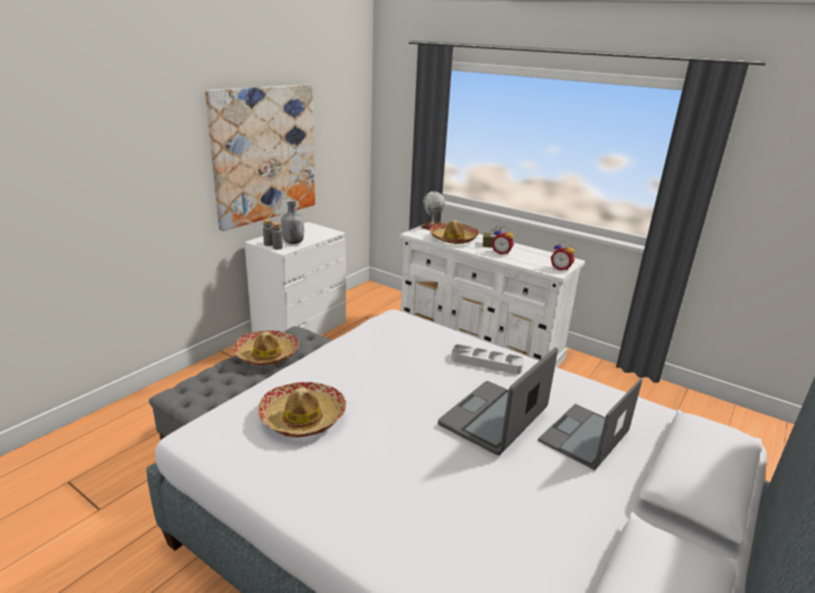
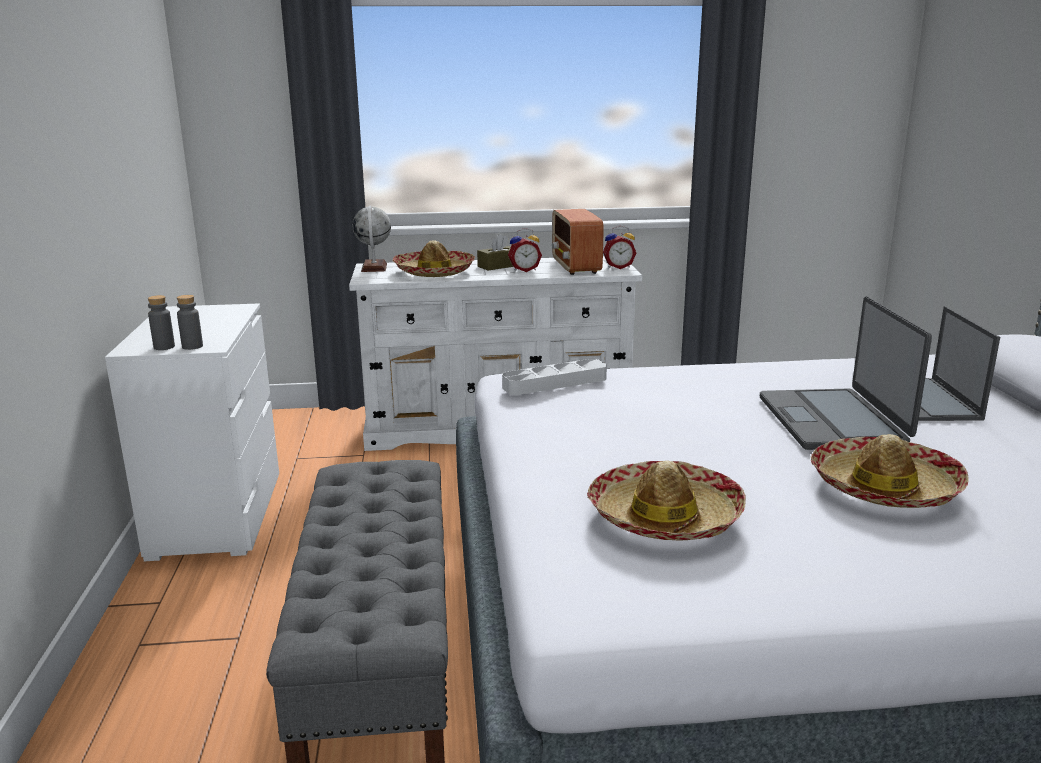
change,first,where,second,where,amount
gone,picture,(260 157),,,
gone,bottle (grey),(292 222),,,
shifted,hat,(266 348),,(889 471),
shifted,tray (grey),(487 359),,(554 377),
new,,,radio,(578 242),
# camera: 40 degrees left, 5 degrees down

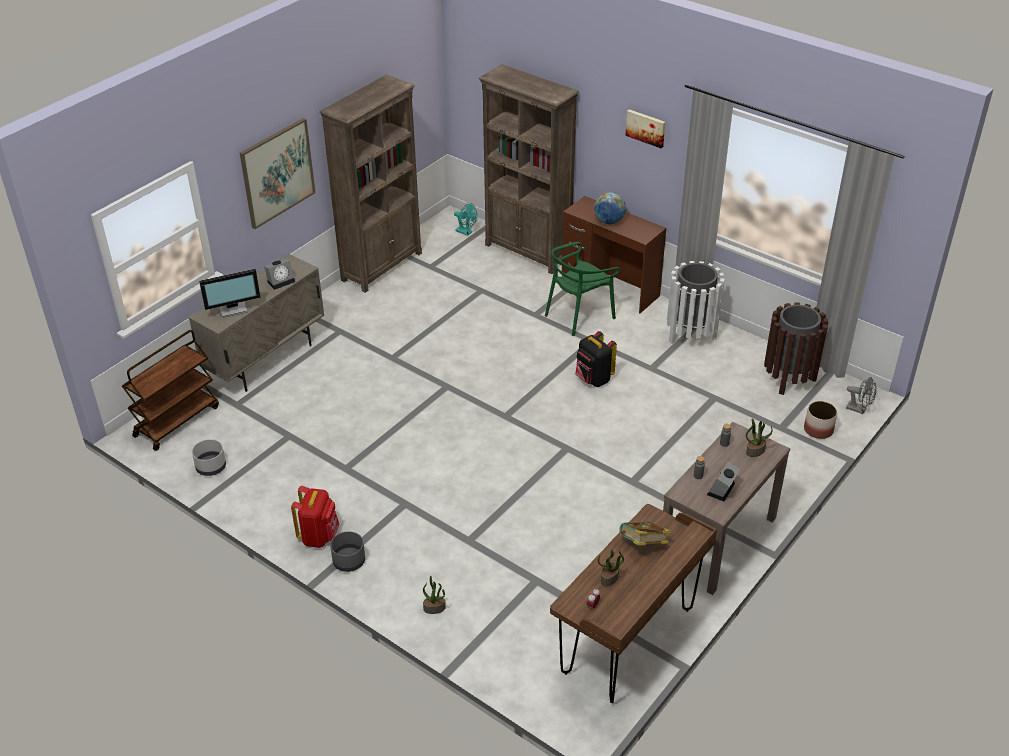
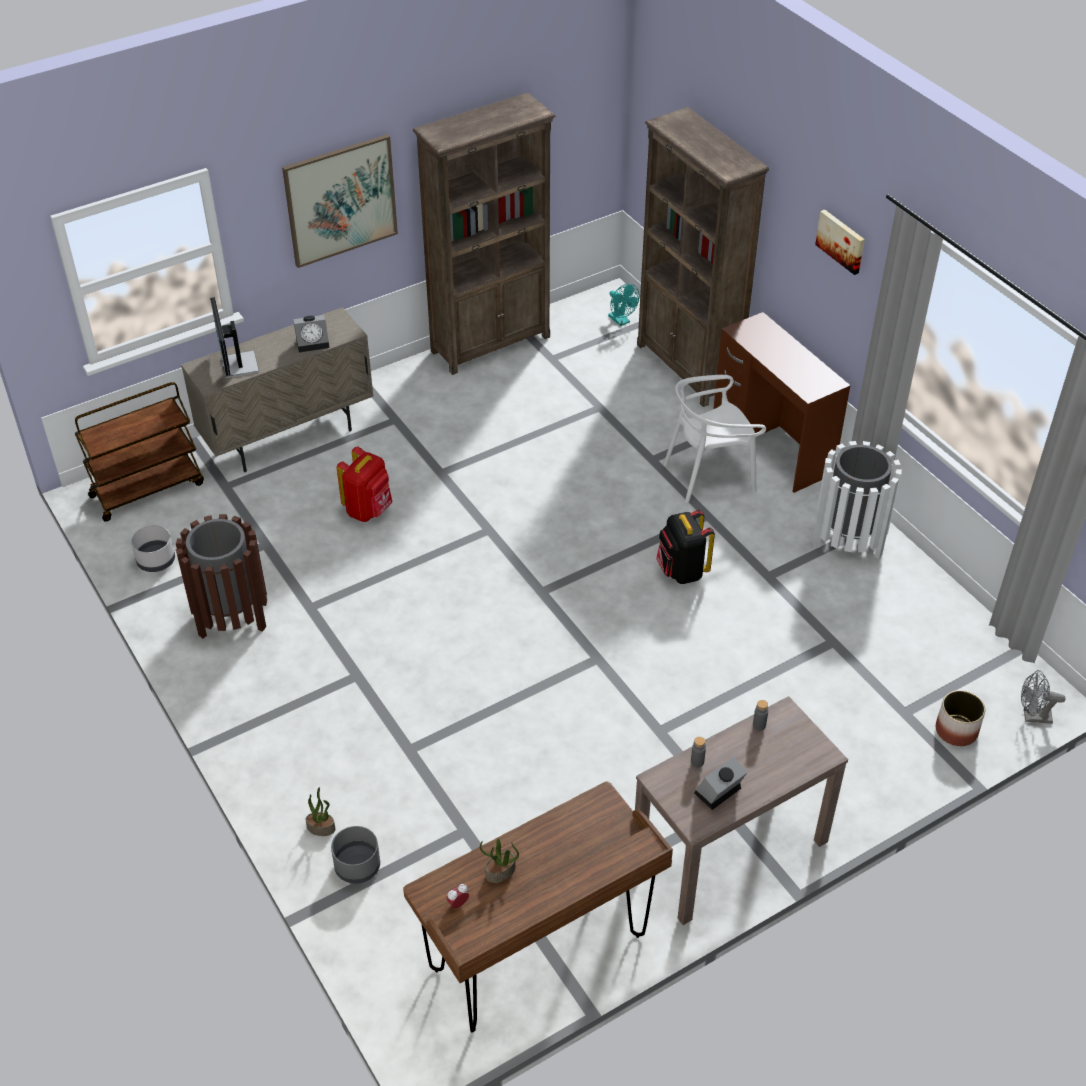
change,first,where,second,where,amount
gone,globe,(610 208),,,
repainted,chair (green),(582 289),chair (white),(714 439),
rotated,monitor,(230 293),,(234 337),75 degrees clockwise
shifted,trash can (brown),(796 349),,(221 576),
rotated,fan (grey),(861 395),,(1043 697),135 degrees clockwise
gone,potted plant,(759 437),,,
shifted,backpack (red),(315 517),,(365 484),
gone,book,(645 533),,,
shifted,planter (grey),(347 551),,(355 855),
# camera: 20 degrees right, 5 degrees up

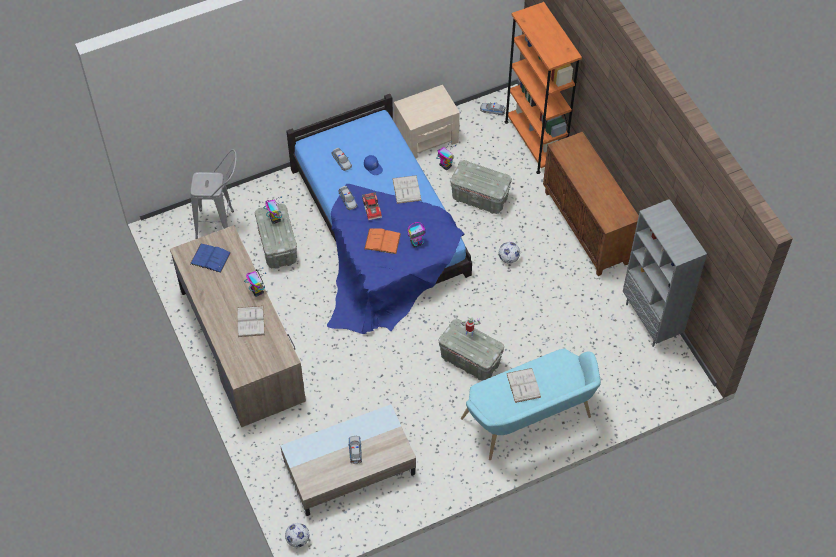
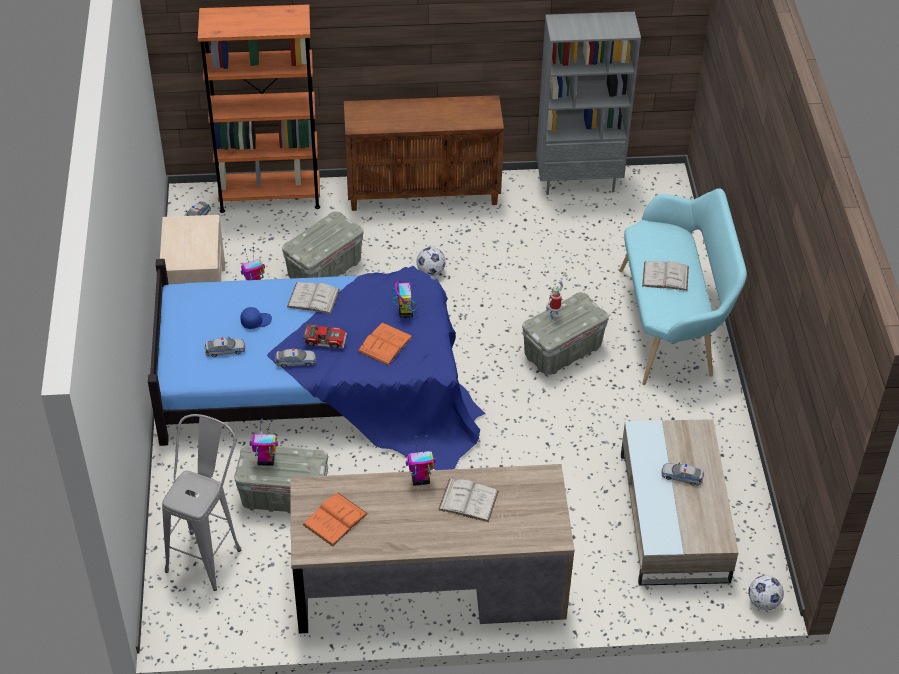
change,first,where,second,where,amount
repainted,book (blue),(210 258),book (orange),(335 520),
# camera: 70 degrees left, 10 degrees down

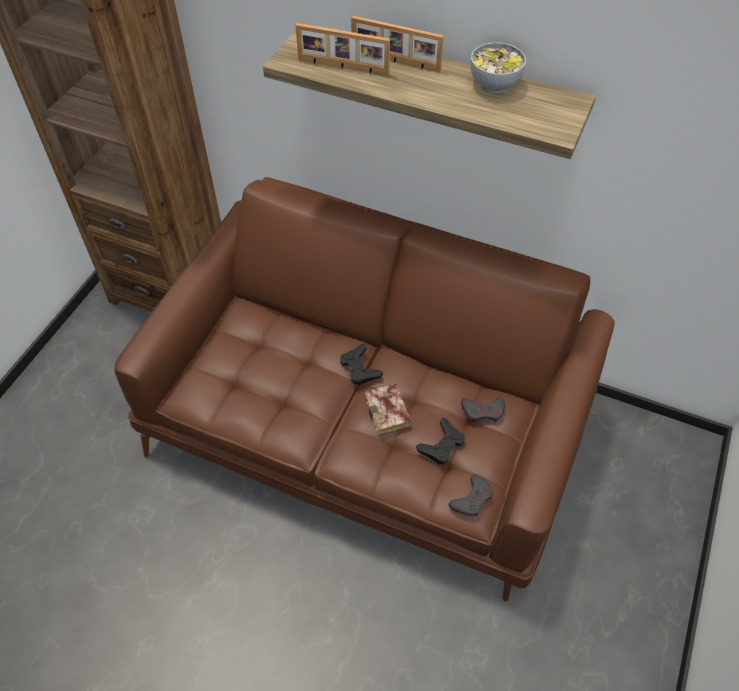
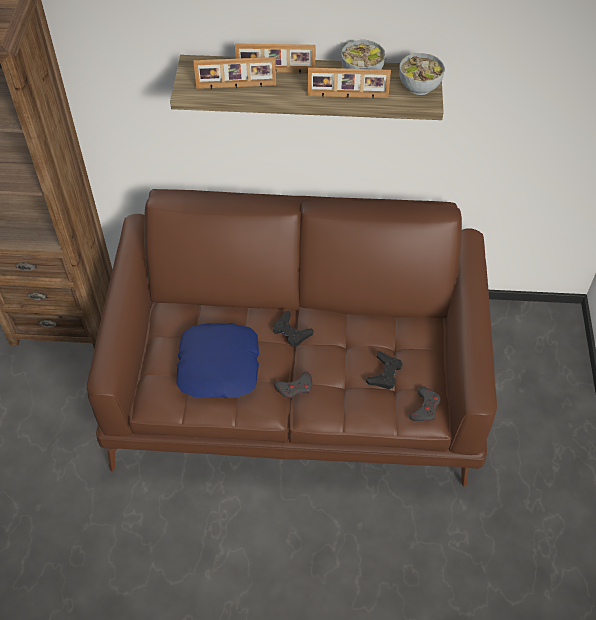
change,first,where,second,where,amount
gone,book,(388 409),,,
shifted,game controller (grey),(483 409),,(293 386),
new,,,bowl,(422 74),
new,,,picture frame,(349 83),
new,,,pillow (blue),(217 360),
# camera: 20 degrees left, 0 degrees up

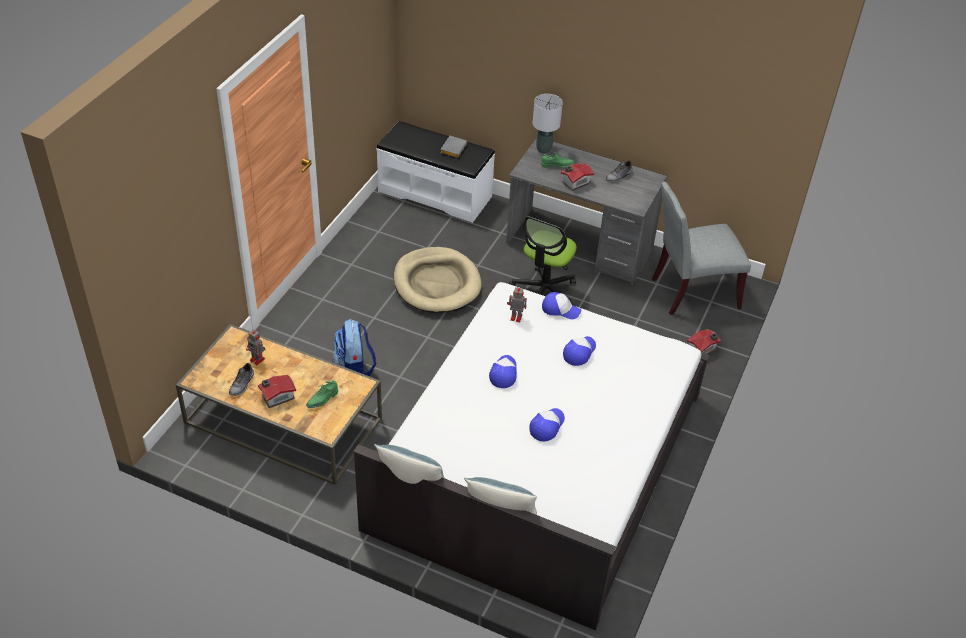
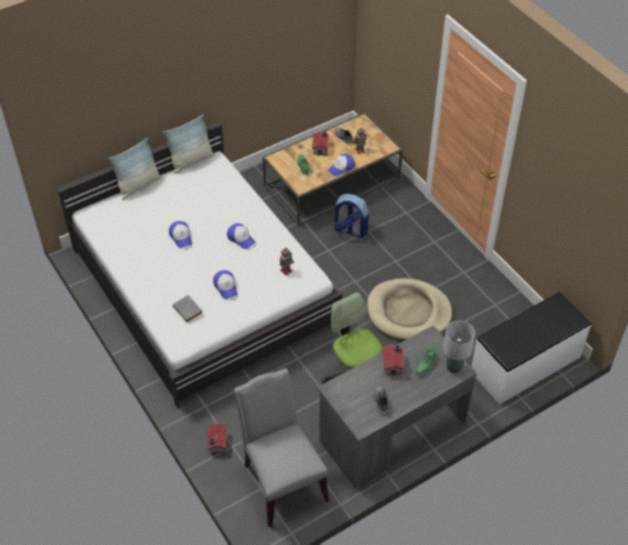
change,first,where,second,where,amount
shifted,book (grey),(453 147),,(187 308),
rotated,chair (grey),(701 248),,(281 447),45 degrees counterclockwise
shifted,cap,(561 305),,(341 165),
# camera: 125 degrees right, 5 degrees up

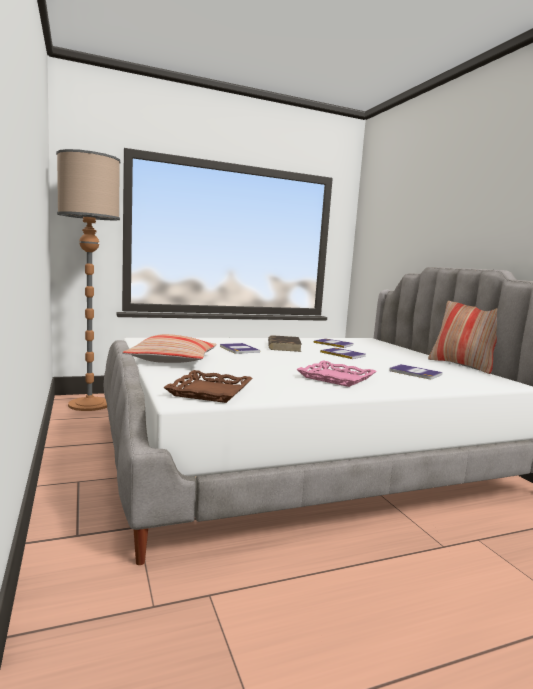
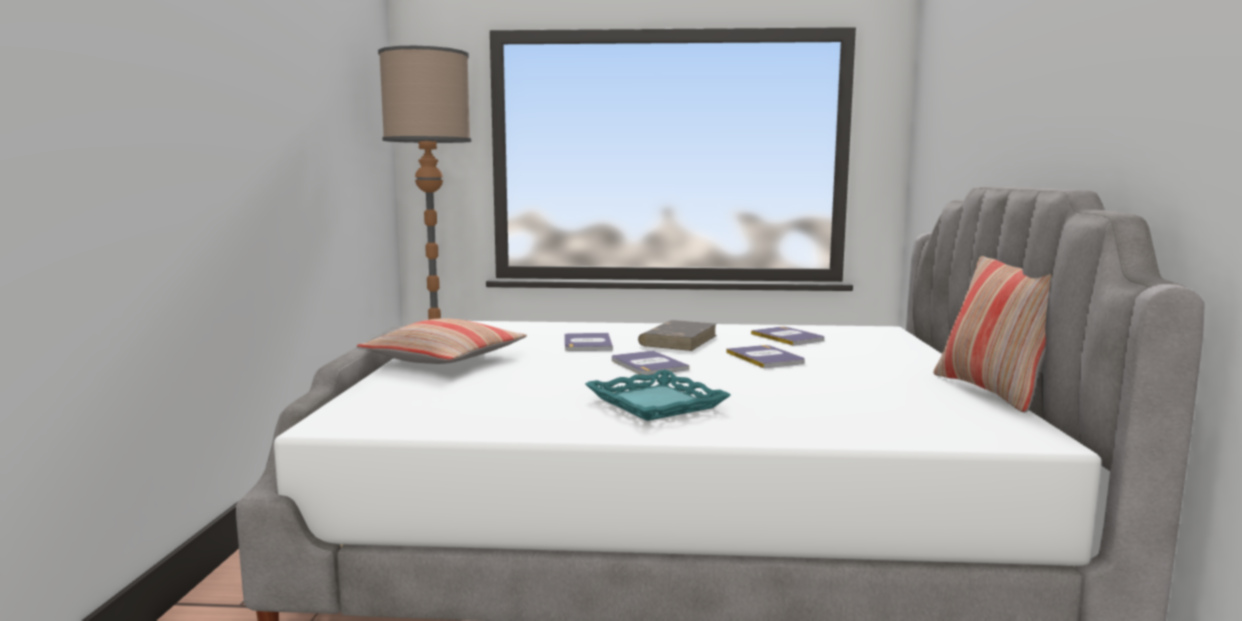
change,first,where,second,where,amount
repainted,tray (pink),(336 374),tray (turquoise),(658 395),
shifted,book,(416 371),,(650 363),
gone,tray (brown),(207 386),,,
# camera: 25 degrees right, 0 degrees up

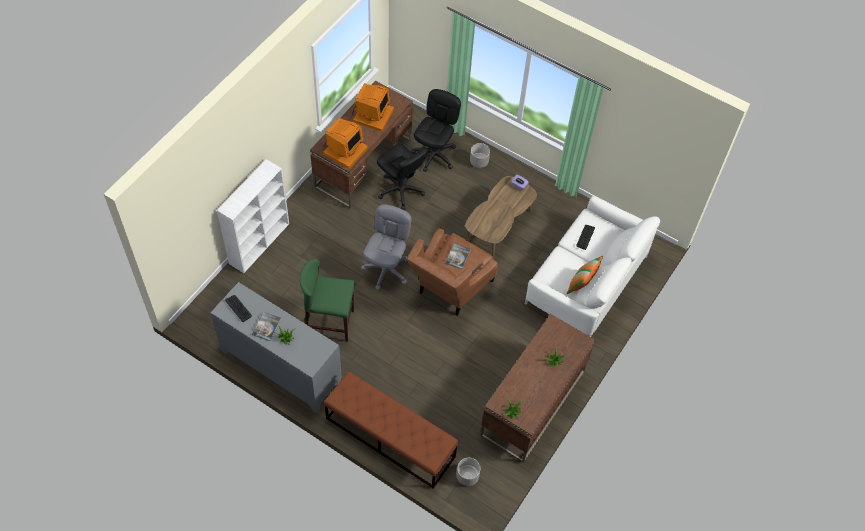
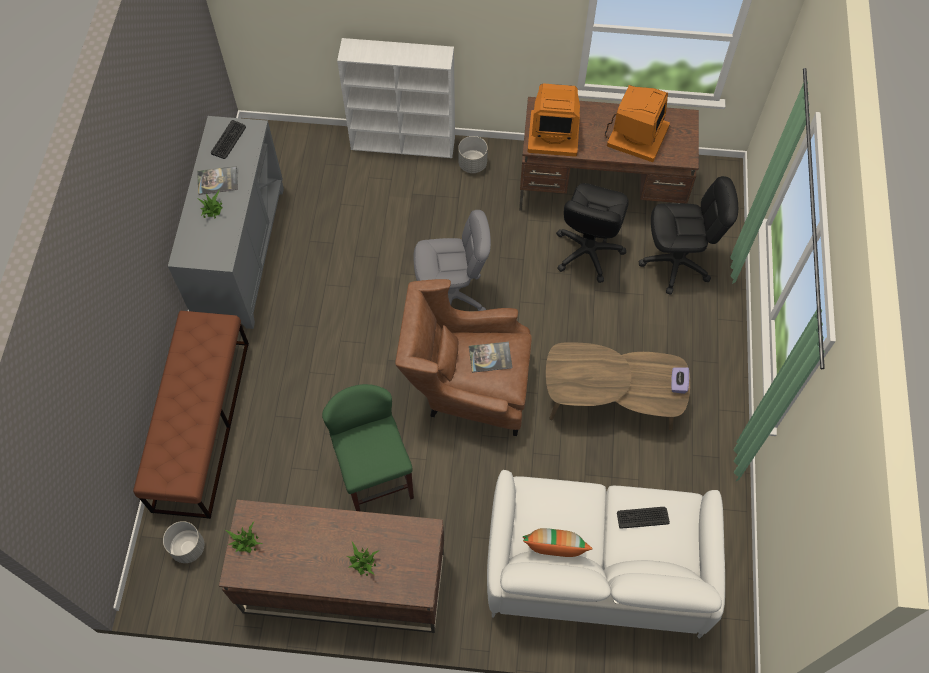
change,first,where,second,where,amount
rotated,monitor,(373 107),,(637 123),60 degrees counterclockwise
shifted,planter (grey),(480 155),,(473 154),
shifted,stool (green),(327 300),,(368 447),
# camera: 65 degrees right, 5 degrees up

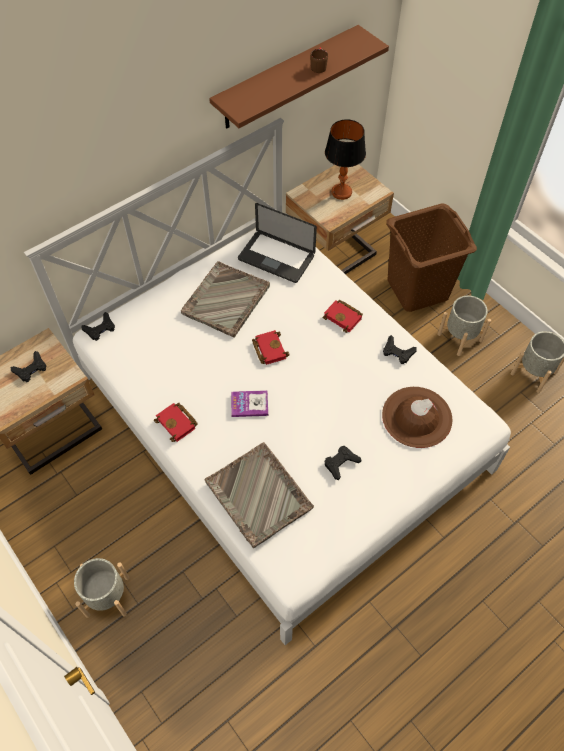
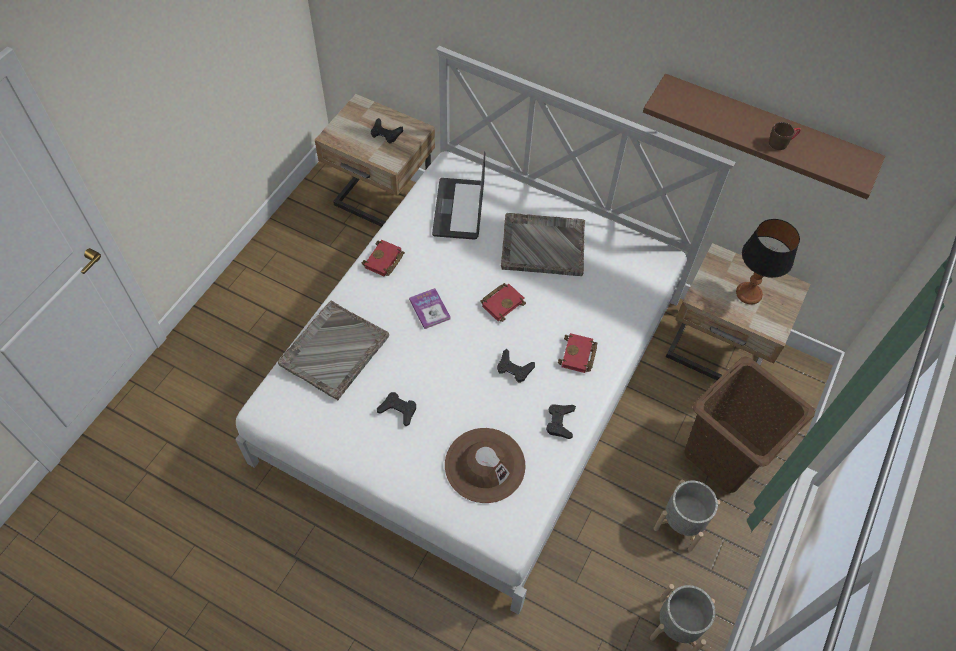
change,first,where,second,where,amount
shifted,laptop,(277 243),,(458 195),
shifted,game controller (black),(98 326),,(516 366),
gone,planter (grey),(102 588),,,
# camera: 65 degrees right, 0 degrees up

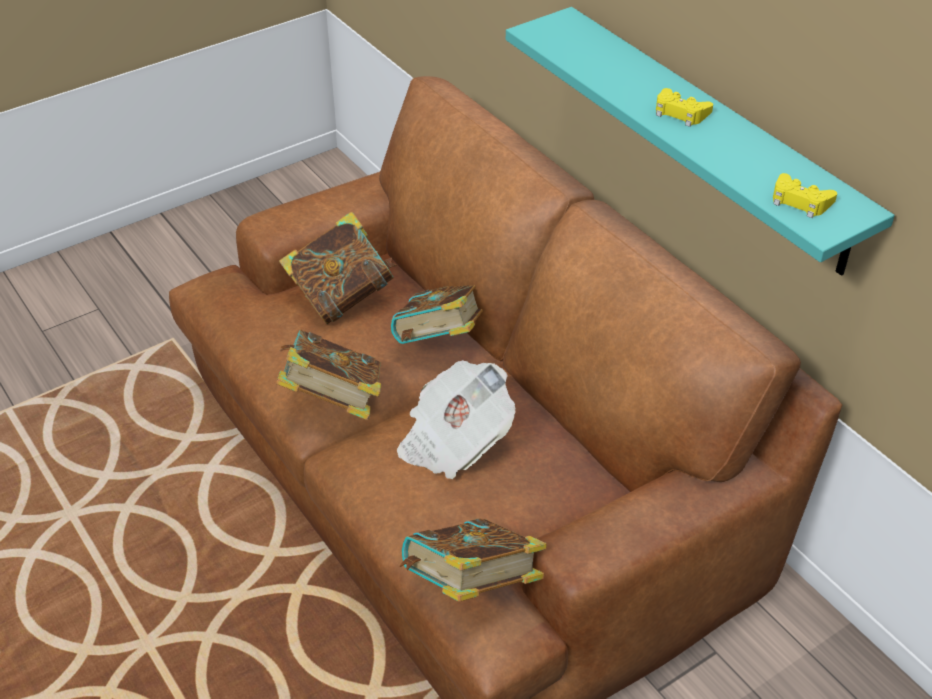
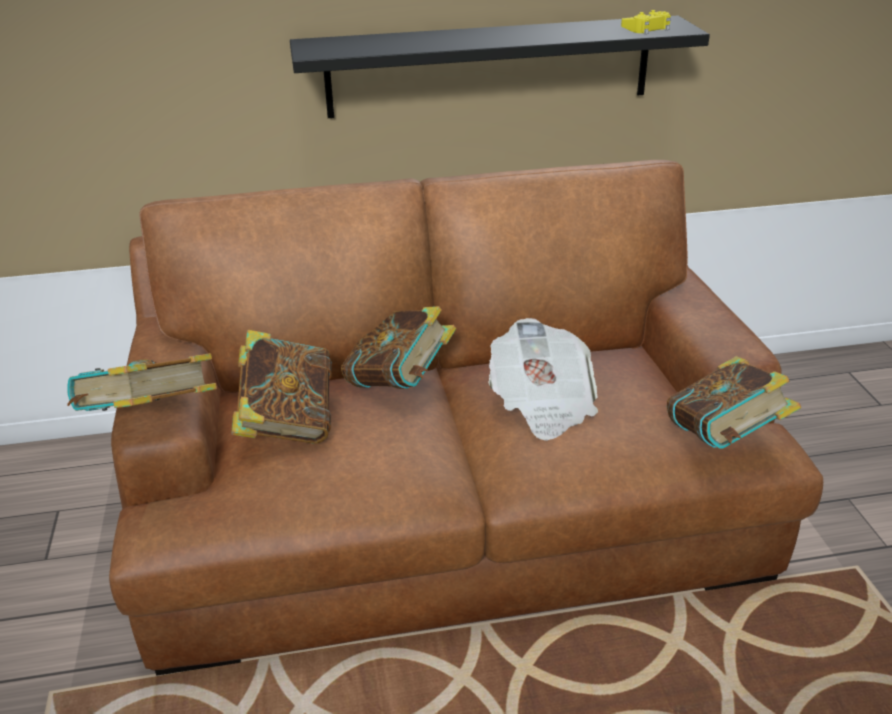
change,first,where,second,where,amount
repainted,shelf (turquoise),(700 141),shelf (black),(500 67),
gone,game controller (yellow),(684 107),,,
shifted,book,(328 375),,(142 382),
# camera: 65 degrees left, 10 degrees down

